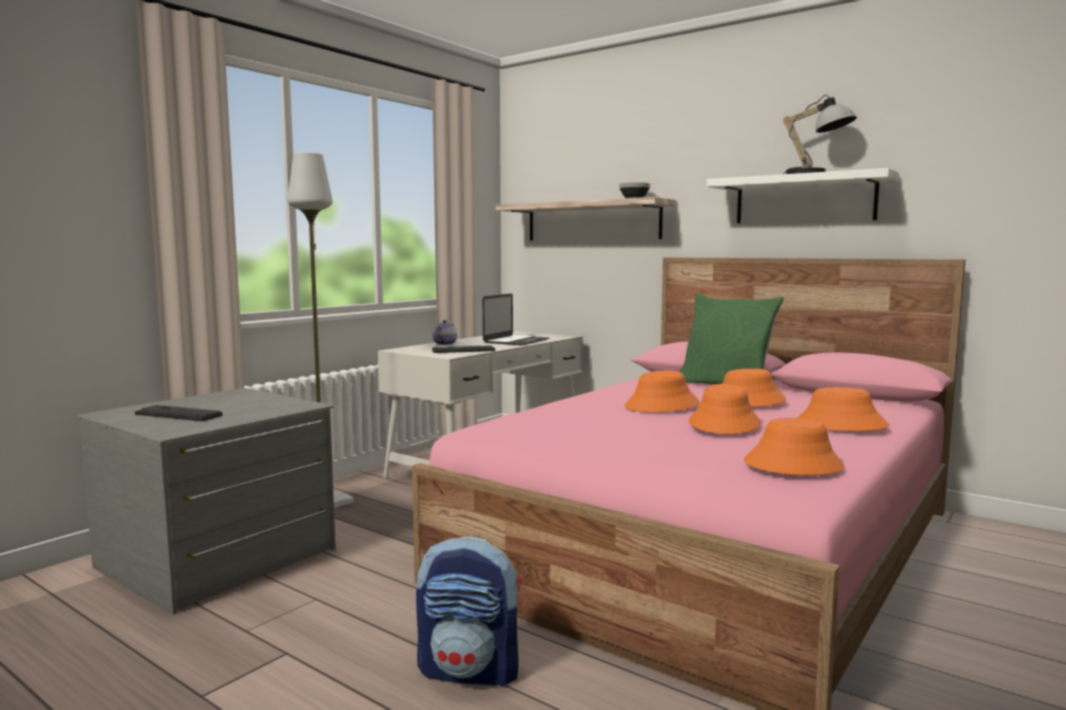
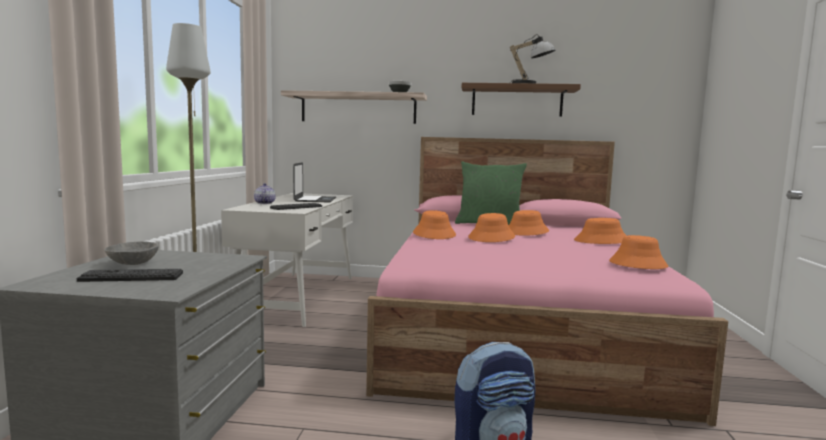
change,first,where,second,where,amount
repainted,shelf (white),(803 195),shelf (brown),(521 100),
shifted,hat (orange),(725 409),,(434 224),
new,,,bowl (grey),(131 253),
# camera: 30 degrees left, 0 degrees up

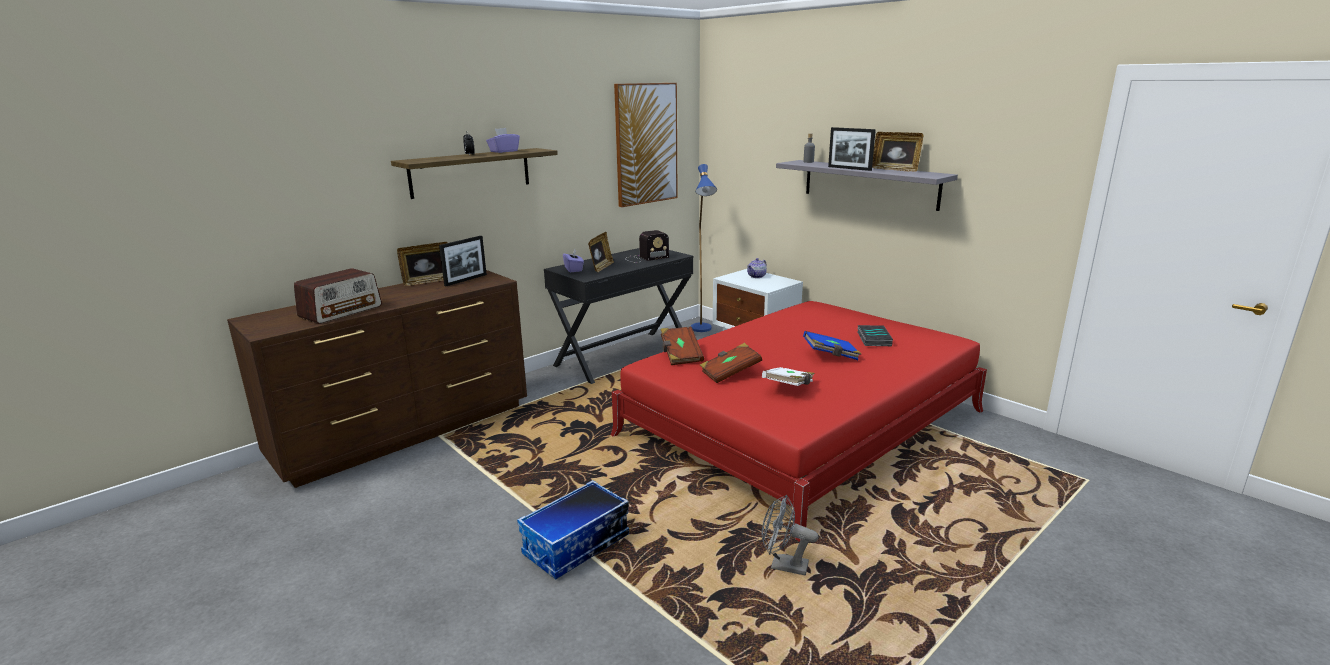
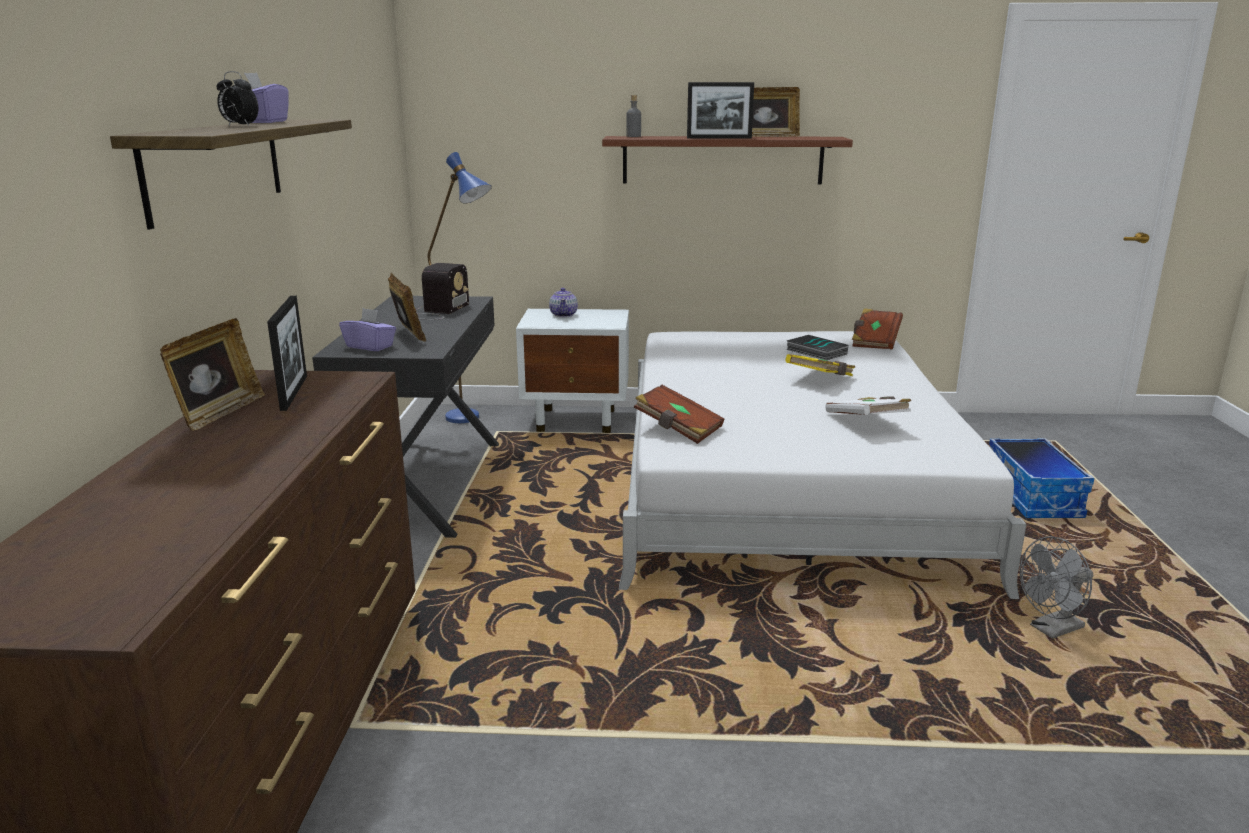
change,first,where,second,where,amount
gone,picture,(646 145),,,
repainted,shelf (grey),(867 185),shelf (brown),(727 160),
gone,radio,(338 296),,,
repainted,bed (red),(799 421),bed (white),(822 465),
repainted,book (blue),(832 345),book (yellow),(820 365),
shifted,book (brown),(731 363),,(877 329),
shifted,storage box,(573 529),,(1041 478),
# camera: 45 degrees left, 0 degrees up

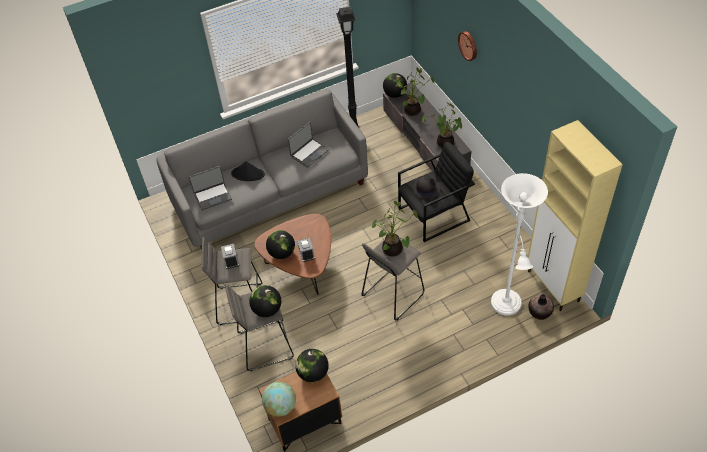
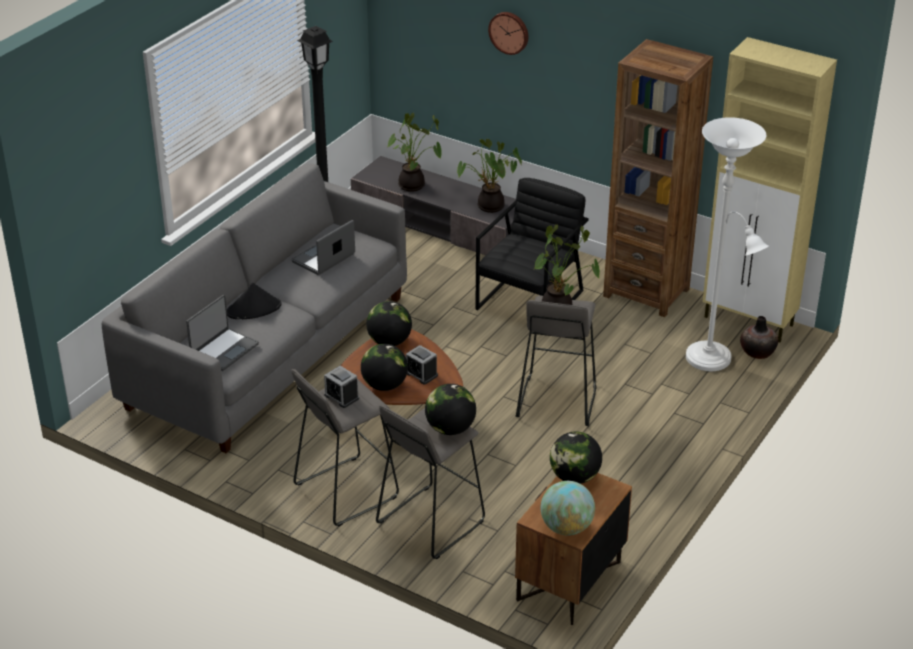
change,first,where,second,where,amount
shifted,globe,(395 85),,(389 323),
rotated,laptop,(308 145),,(323 247),150 degrees counterclockwise
gone,hat (black),(426 188),,,
new,,,bookcase (brown),(658 178),
# camera: 35 degrees left, 15 degrees down

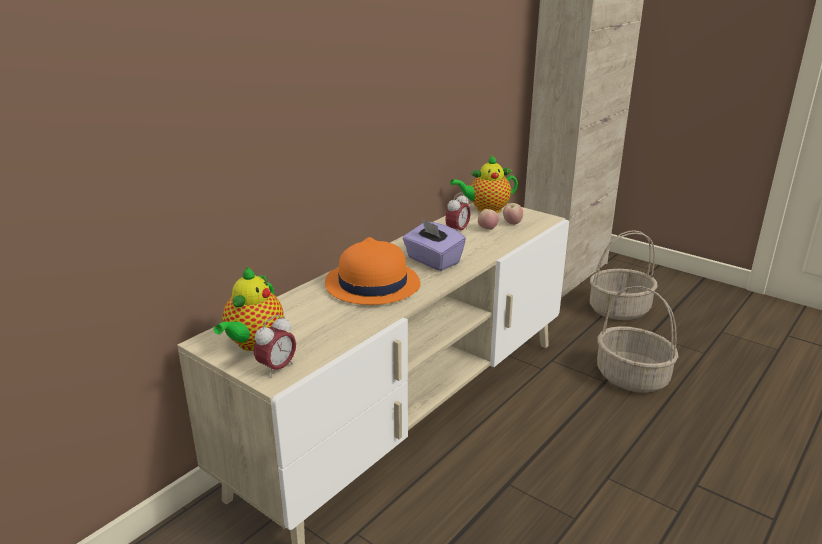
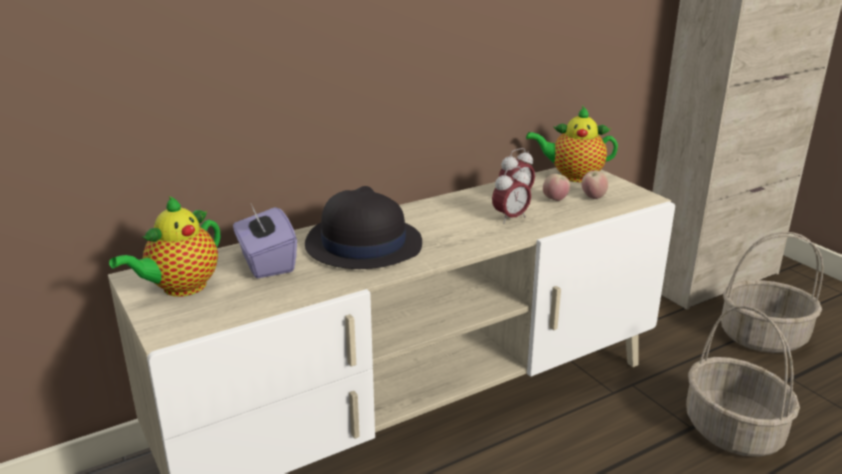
change,first,where,second,where,amount
shifted,tissue box (purple),(434 244),,(265 241),
repainted,hat (orange),(373 271),hat (black),(363 227),
shifted,alarm clock,(275 346),,(511 195),
# camera: 20 degrees right, 0 degrees up

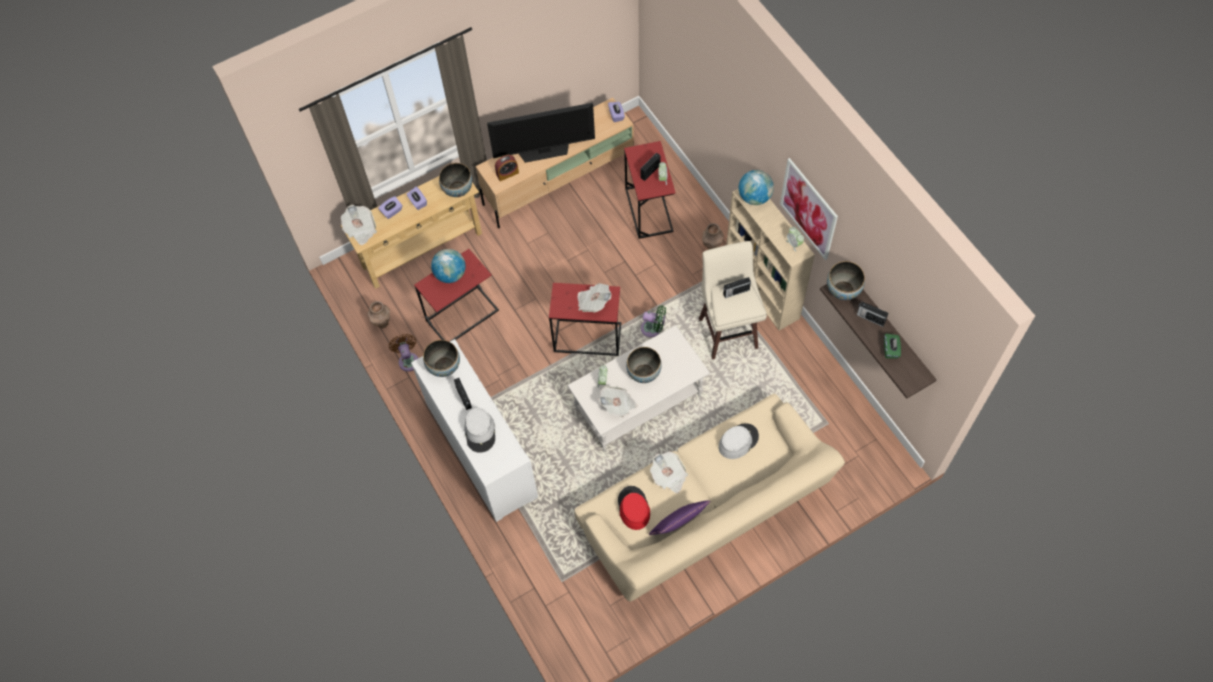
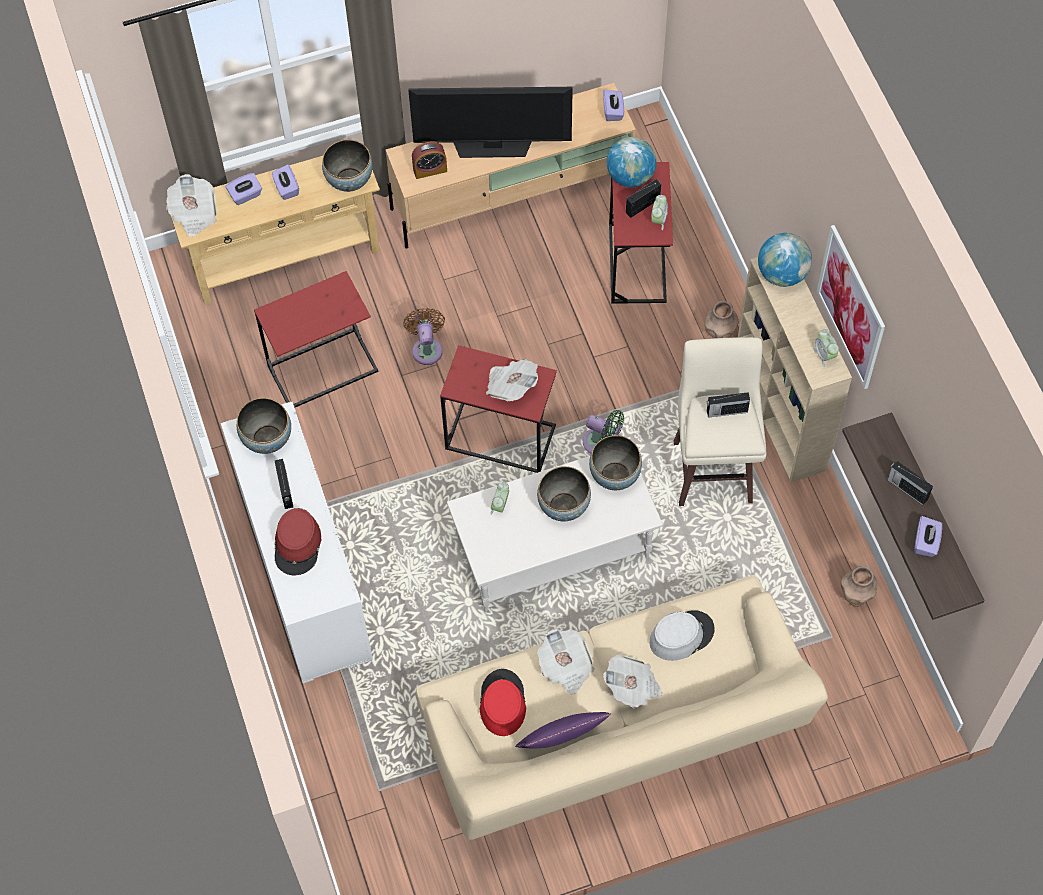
change,first,where,second,where,amount
shifted,globe,(448 266),,(632 162),
shifted,bowl,(846 280),,(615 462),
shifted,vase (brown),(379 314),,(859 586),
shifted,fan (brown),(403 352),,(424 336),
repainted,tissue box (green),(892 346),tissue box (purple),(928 536),
shifted,newspaper,(618 401),,(633 681),
repainted,hat (grey),(479 430),hat (red),(297 541),
# camera: 10 degrees right, 0 degrees up

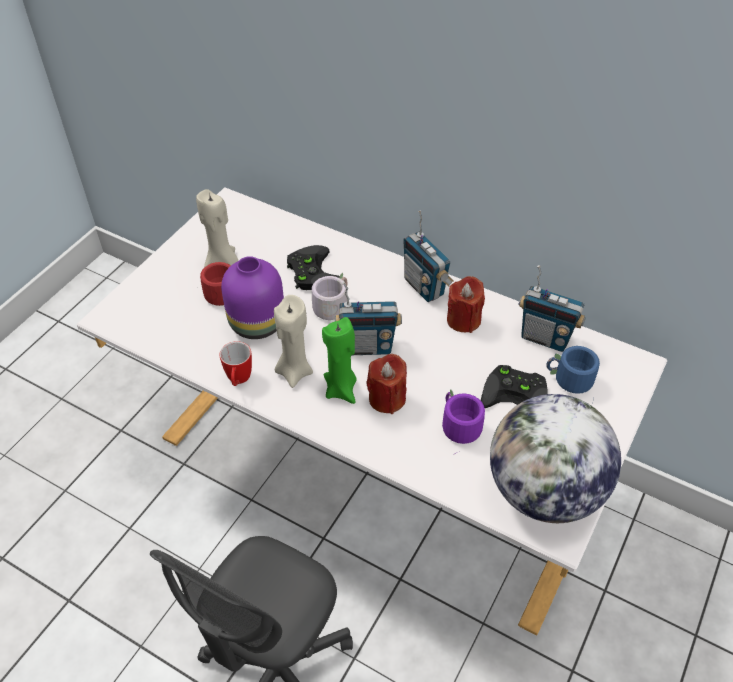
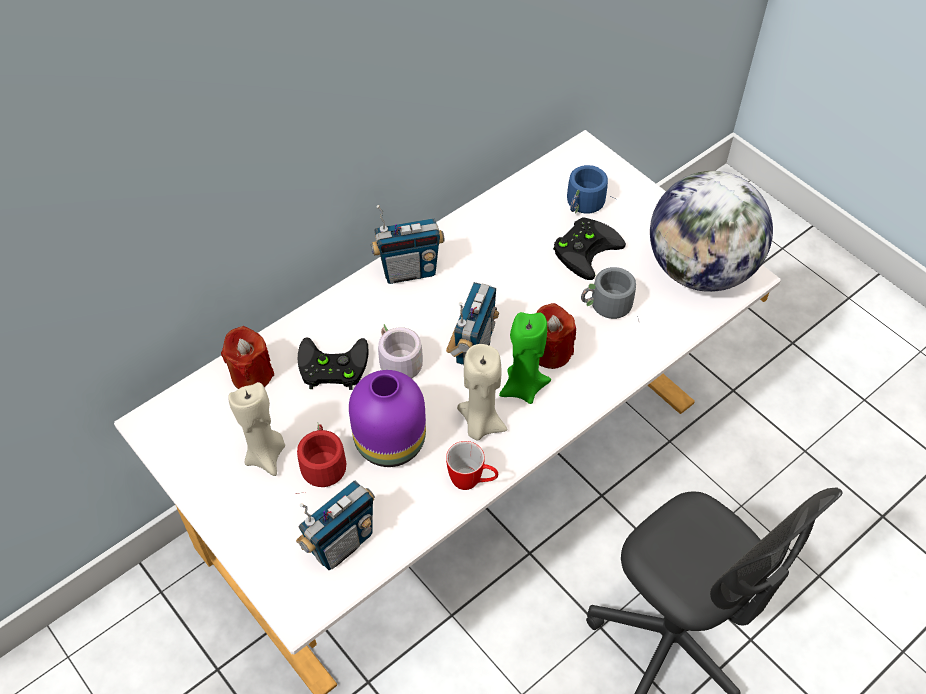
change,first,where,second,where,amount
shifted,radio,(552 308),,(335 525),
shifted,candle (red),(466 304),,(247 357),
repainted,mug (purple),(463 422),mug (grey),(610 294),
# camera: 70 degrees left, 5 degrees up

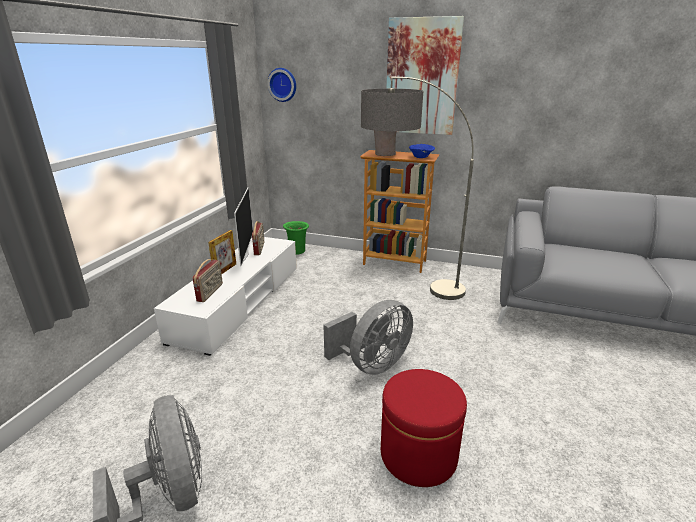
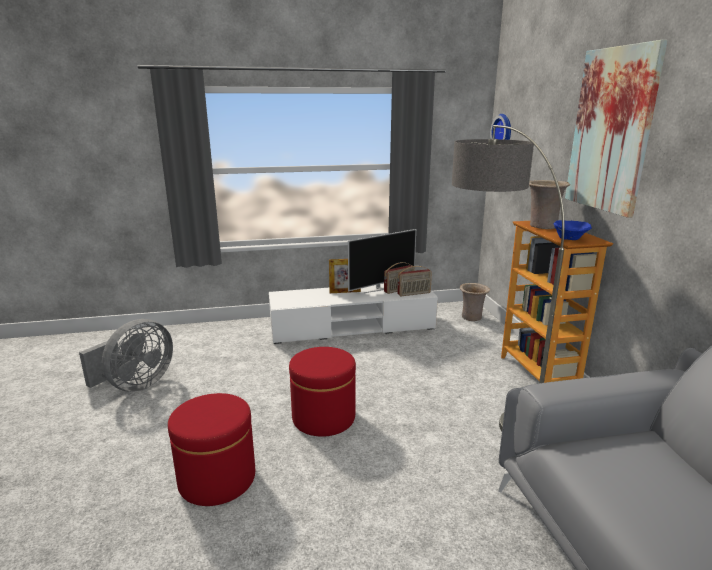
change,first,where,second,where,amount
repainted,vase (green),(296 238),vase (beige),(475 302),
shifted,radio,(208 280),,(414 281),
swapped,fan (grey),(368 337),ottoman (red),(322 392),
# camera: 60 degrees right, 5 degrees down

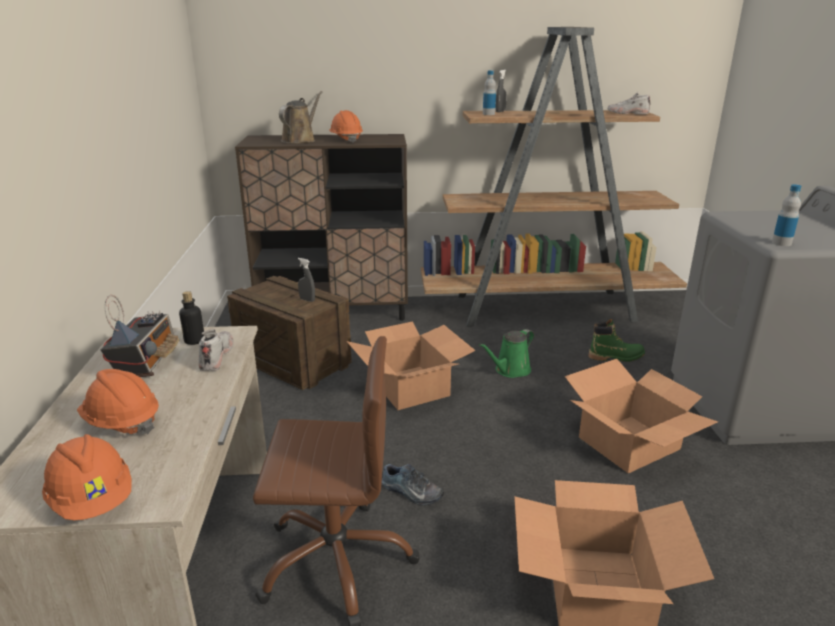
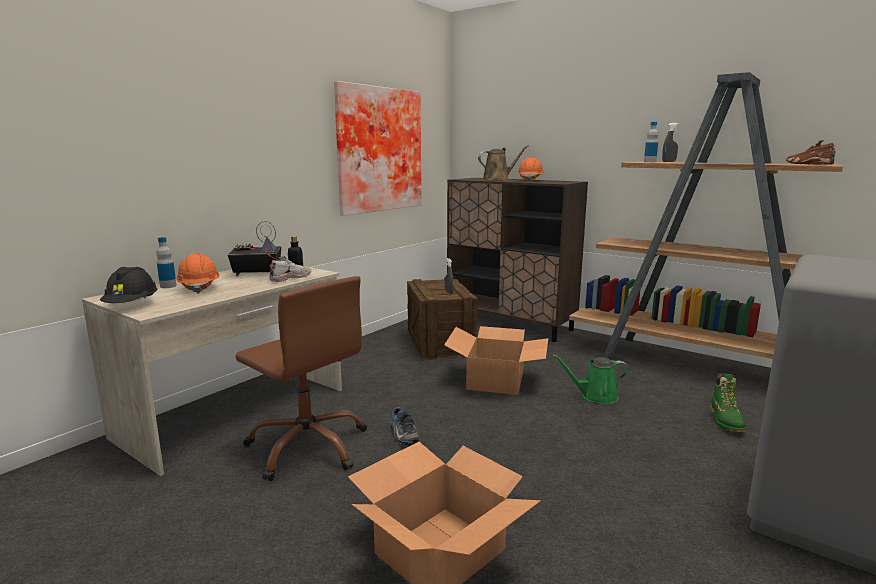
change,first,where,second,where,amount
repainted,shoe (white),(629 103),shoe (brown),(811 152),
shifted,bottle,(786 215),,(166 262),
rotated,radio,(140 336),,(254 248),135 degrees counterclockwise
rotated,boot (green),(617 340),,(728 402),60 degrees clockwise
gone,cardboard box,(641 416),,,
repainted,hard hat (orange),(87 477),hard hat (black),(129 285),
new,,,picture,(377 148),
# camera: 40 degrees right, 10 degrees down

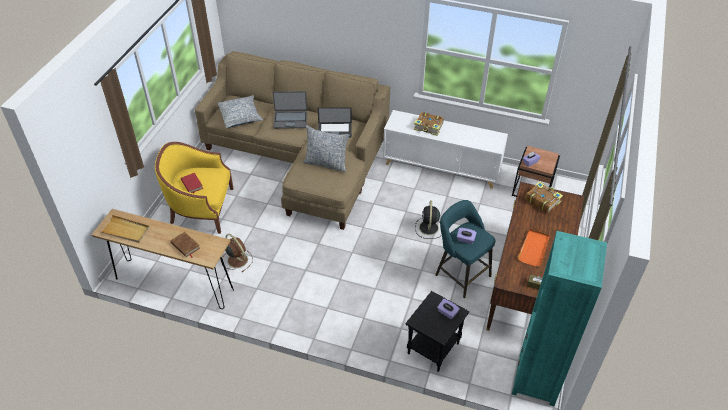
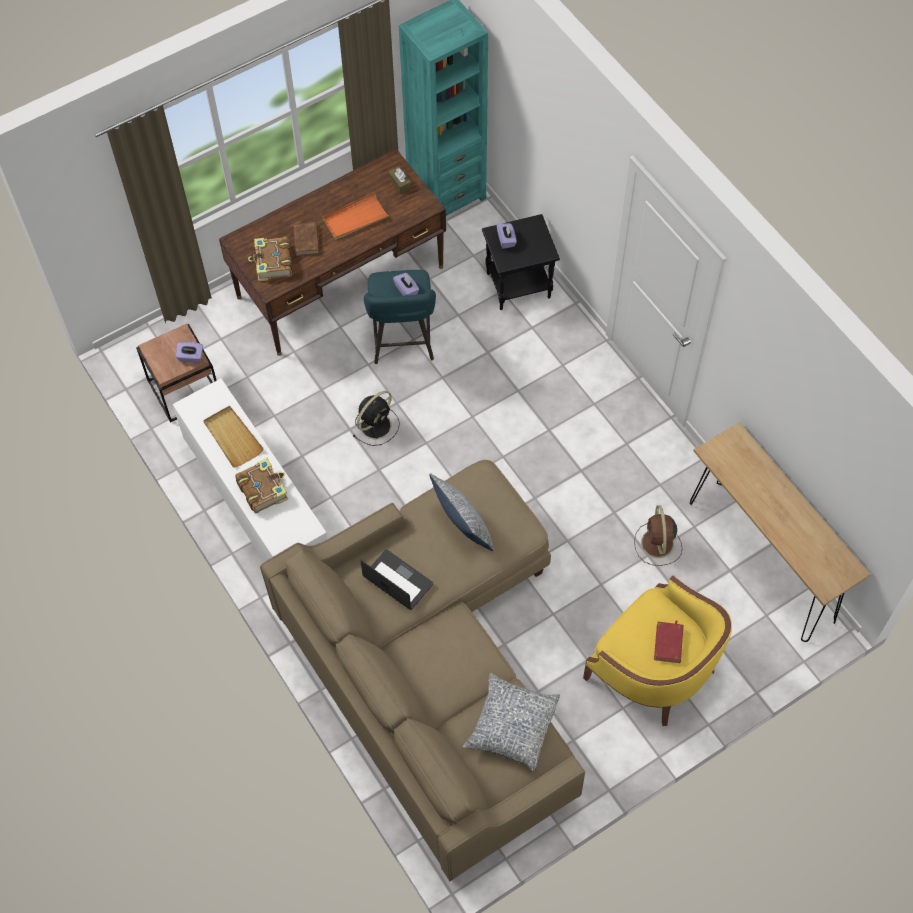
change,first,where,second,where,amount
gone,laptop,(290 110),,,
shifted,tray (beige),(125 229),,(233 436),
shifted,book (brown),(185 245),,(306 239),
# camera: 140 degrees left, 15 degrees up

